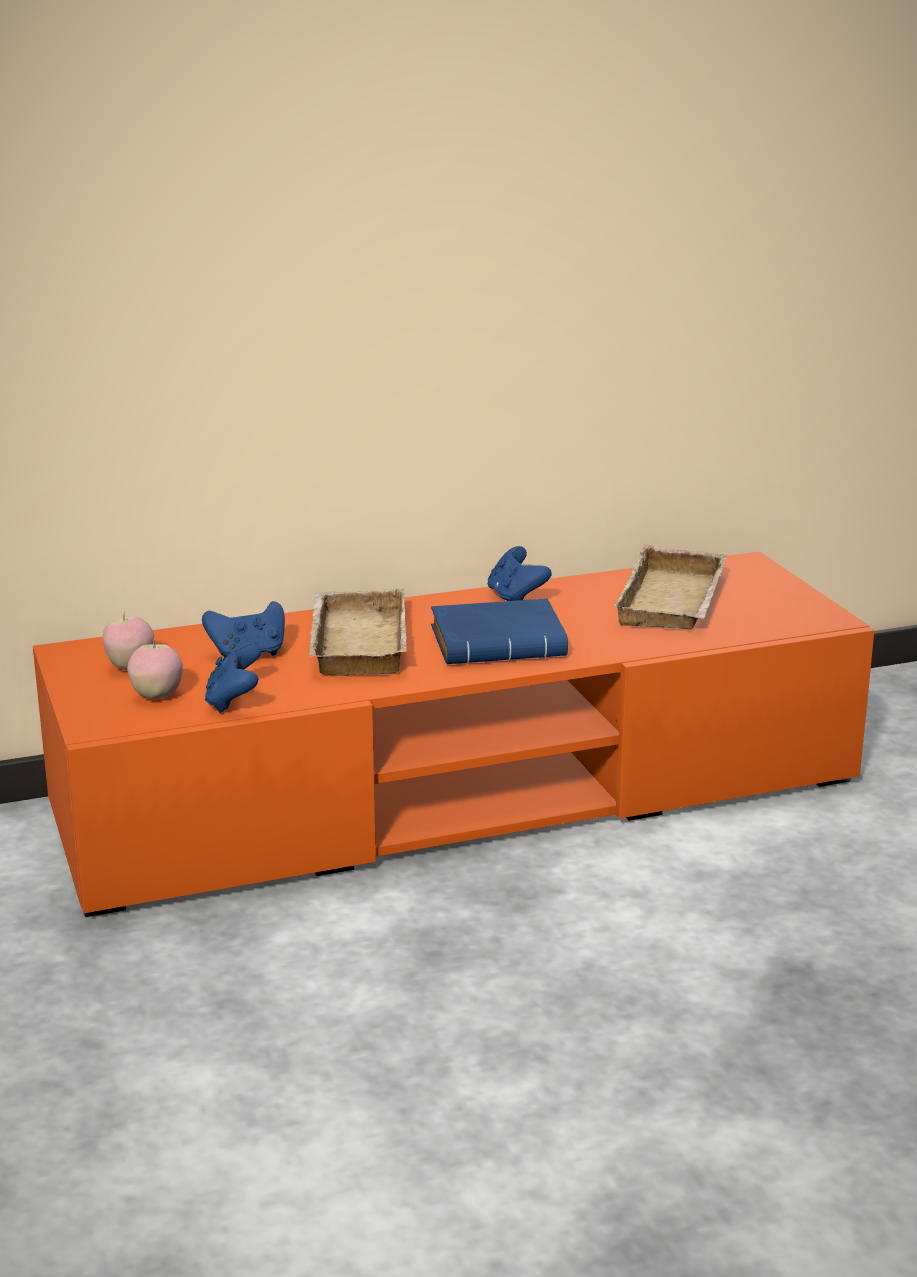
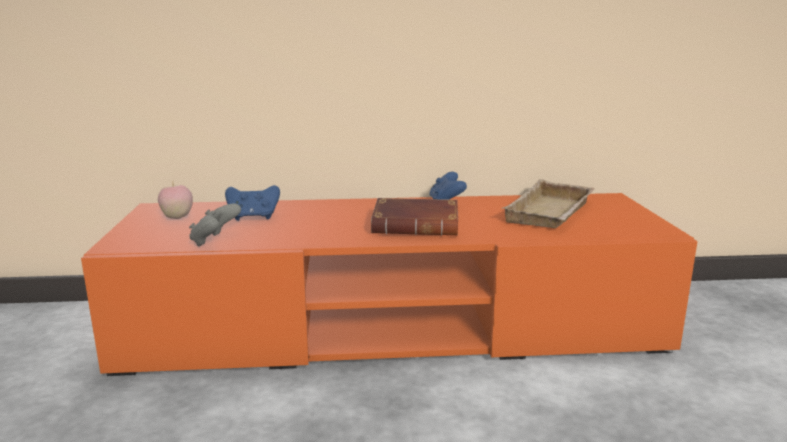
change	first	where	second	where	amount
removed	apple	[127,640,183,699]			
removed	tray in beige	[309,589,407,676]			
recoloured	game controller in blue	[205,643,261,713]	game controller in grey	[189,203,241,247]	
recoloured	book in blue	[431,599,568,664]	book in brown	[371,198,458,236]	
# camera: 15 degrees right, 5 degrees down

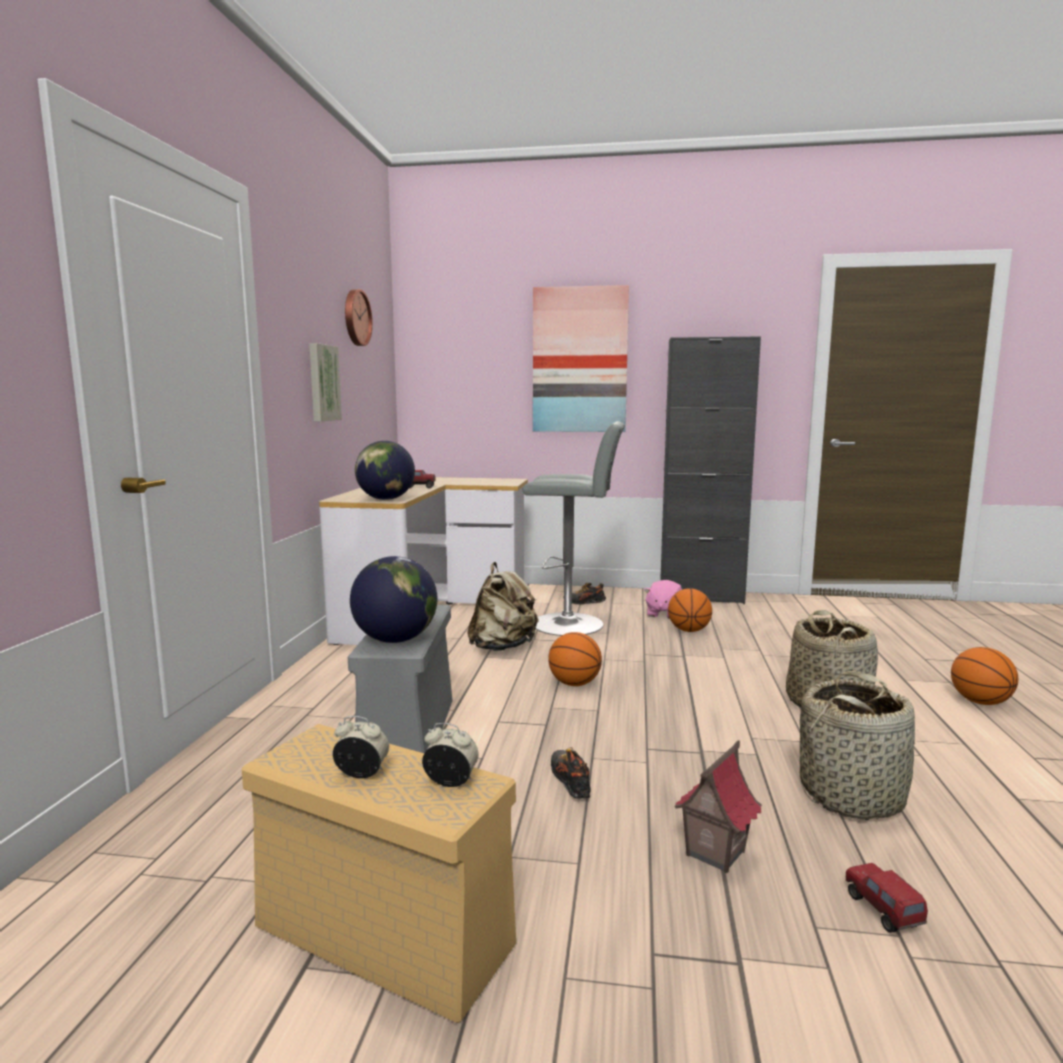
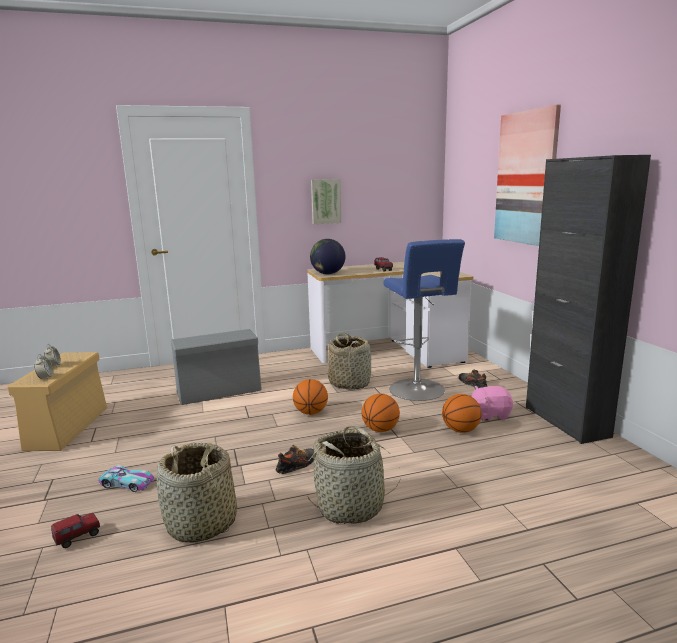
change	first	where	second	where	amount
removed	wall clock	[345,289,373,346]			
removed	globe	[350,556,437,643]			
moved	shoe	[551,747,591,799]		[275,445,314,474]	
moved	basketball	[951,647,1018,705]		[362,394,400,432]	
replaced	backpack in beige	[467,562,539,651]	basket	[328,333,371,390]	
replaced	toy house	[674,740,762,873]	toy car	[99,465,154,492]	
recoloured	stool in grey	[523,421,625,636]	stool in blue	[383,239,465,401]	
# camera: 65 degrees right, 5 degrees up

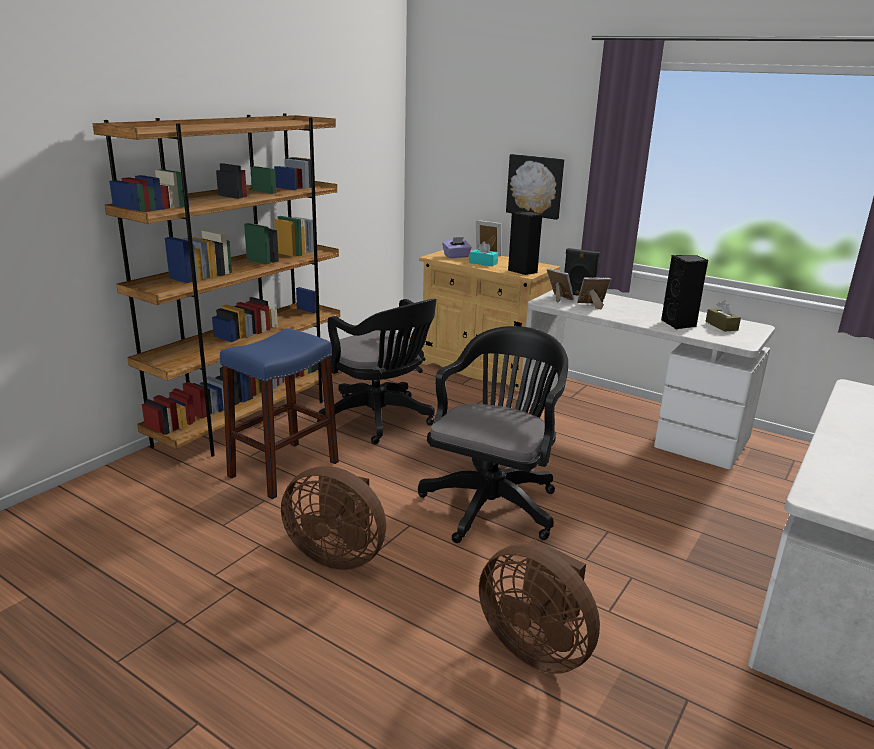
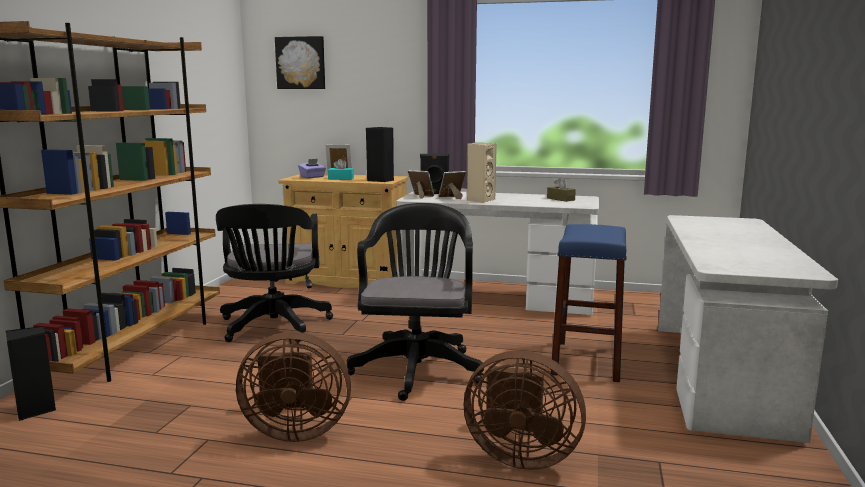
change	first	where	second	where	amount
added			speaker in beige	[467,143,497,203]	
moved	stool in blue	[220,328,339,499]		[551,224,627,382]	
moved	picture	[506,154,564,220]		[275,36,325,89]	
moved	speaker in black	[661,255,708,329]		[6,326,56,421]	
turned	office chair in black	[317,299,437,444]		[216,204,333,342]	60 degrees clockwise
# camera: 20 degrees left, 10 degrees down

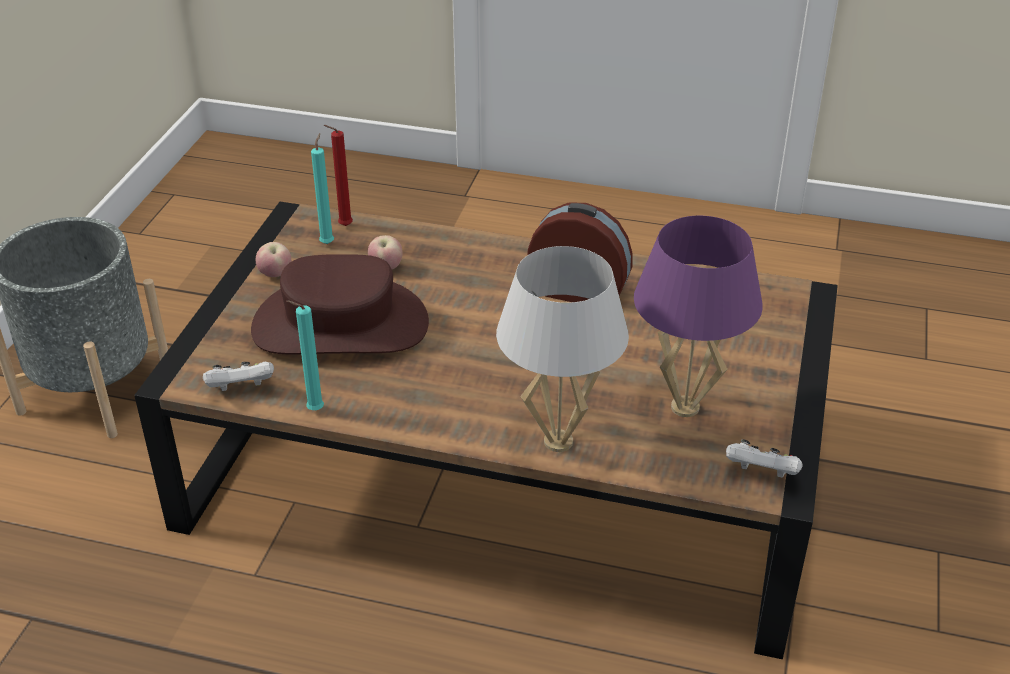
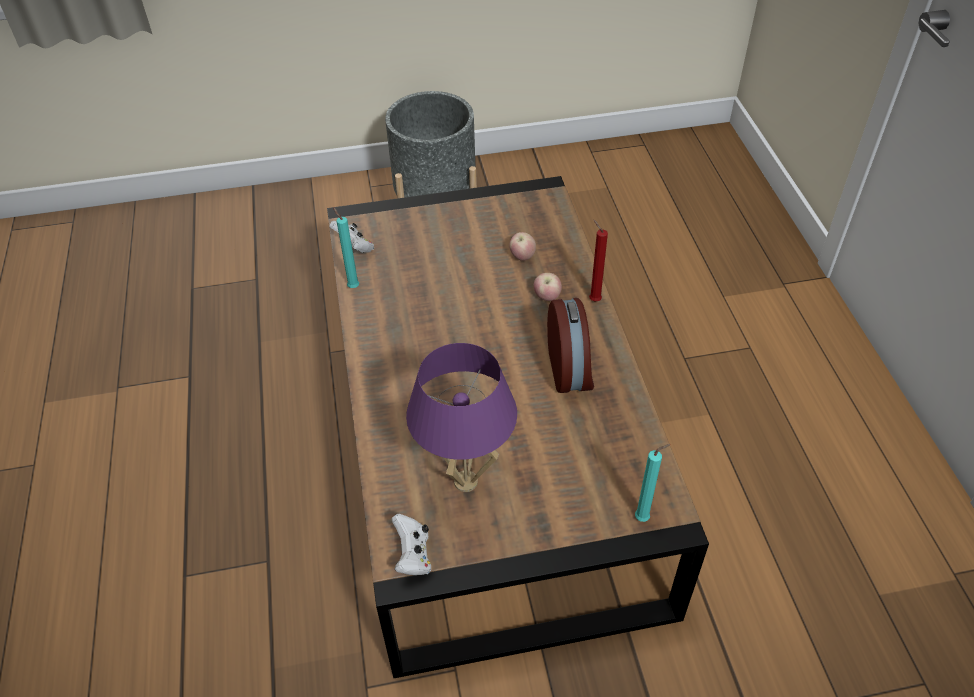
change	first	where	second	where	amount
removed	hat in brown	[251,254,429,354]			
removed	table lamp in white	[496,246,629,452]			
moved	apple	[256,242,291,277]		[534,273,562,301]	
moved	candle in turquoise	[311,133,334,244]		[635,444,670,522]	
moved	candle in red	[324,125,353,226]		[589,220,608,301]	
# camera: 65 degrees right, 10 degrees up

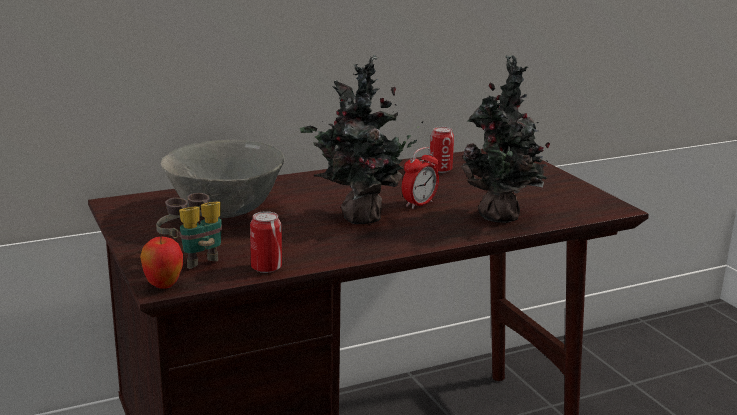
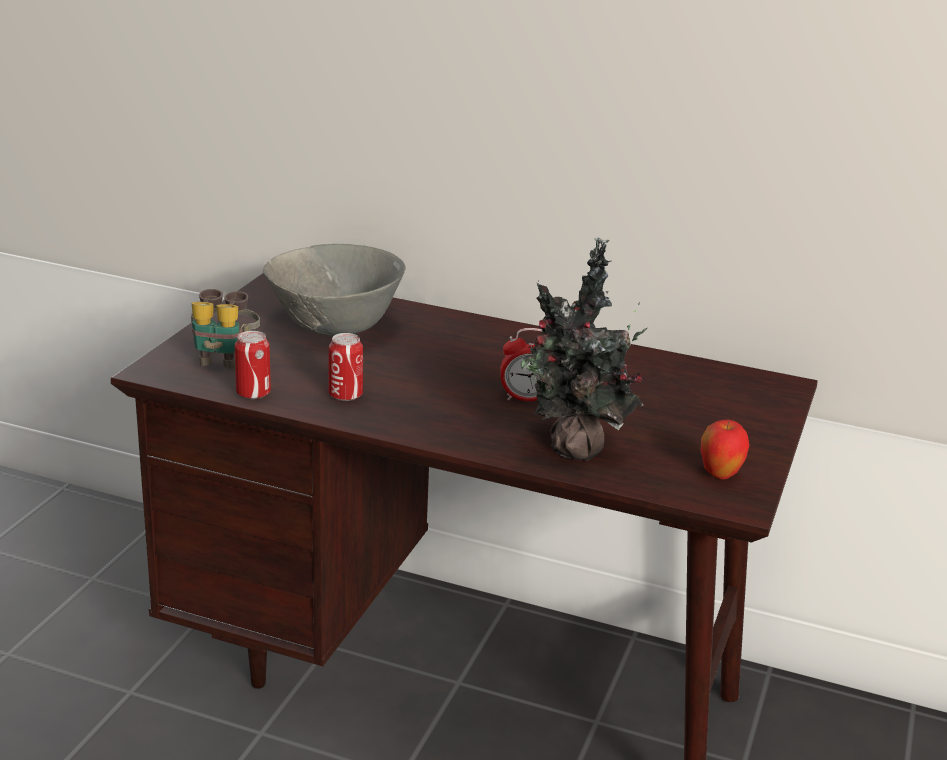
change	first	where	second	where	amount
removed	potted plant	[300,55,423,224]			
moved	apple	[140,237,183,289]		[700,419,749,479]	
moved	can	[430,127,454,173]		[328,333,363,401]	
# camera: 45 degrees right, 5 degrees up

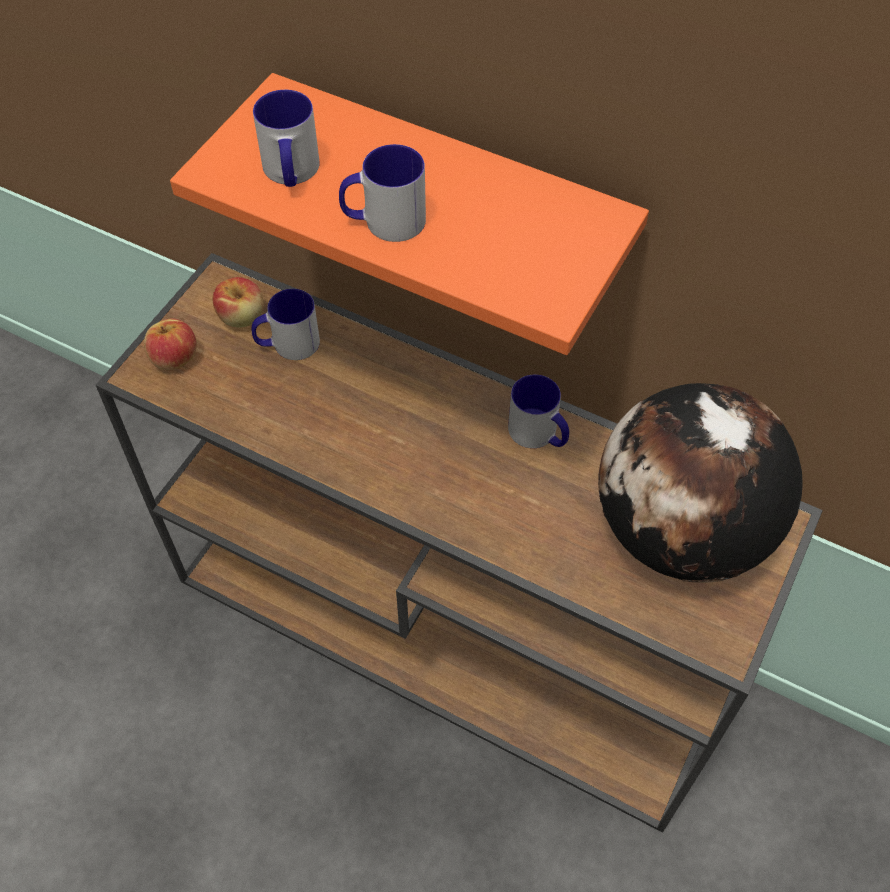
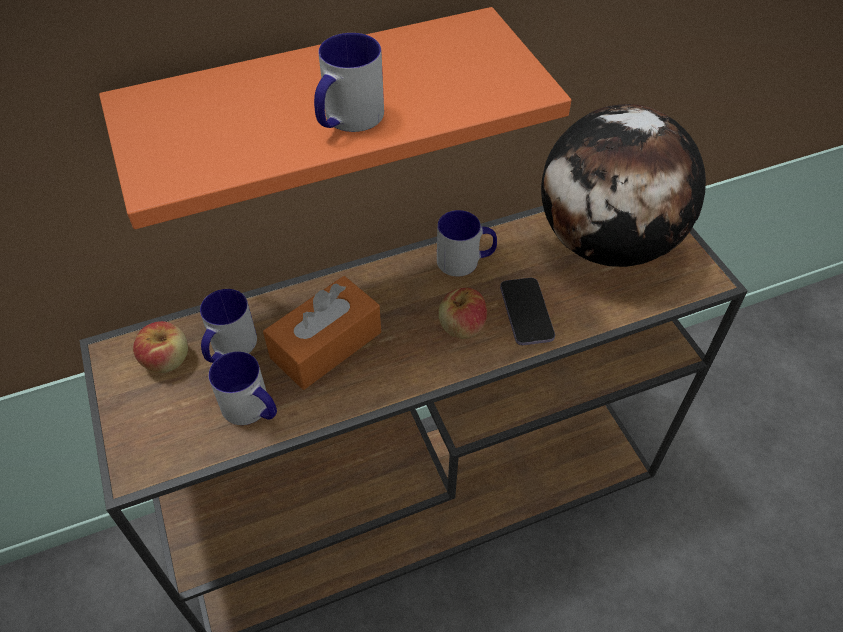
change	first	where	second	where	amount
added			tissue box in orange	[263,276,381,390]	
added			phone	[500,278,555,345]	
moved	apple	[144,319,197,370]		[439,288,487,339]	
moved	mug	[253,90,320,187]		[209,351,277,425]	
# camera: 50 degrees left, 5 degrees down

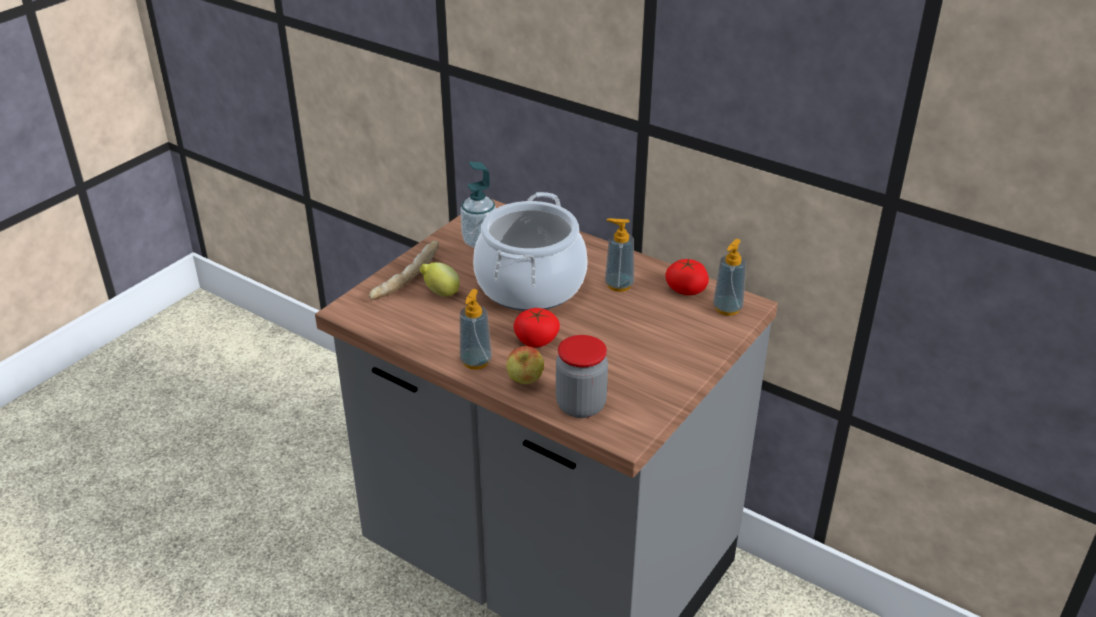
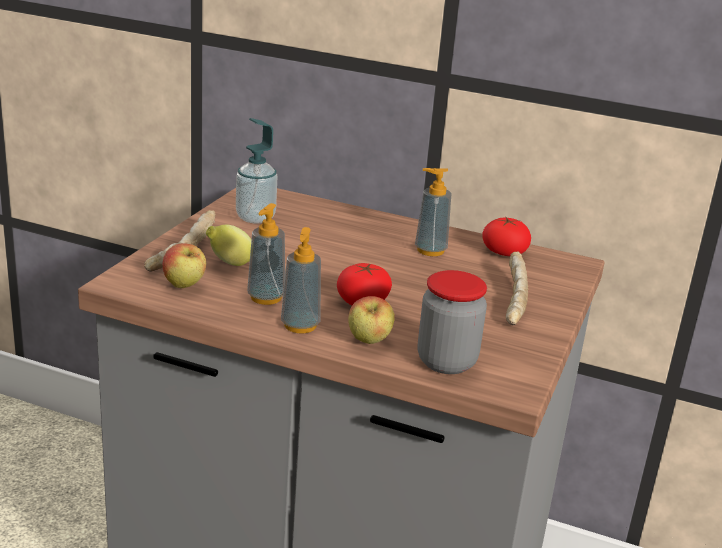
change	first	where	second	where	amount
removed	cooking pot	[473,192,588,311]			
added			apple	[162,244,206,288]	
added			bread	[506,251,528,325]	
moved	soap dispenser	[713,239,746,316]		[247,203,285,305]	
# camera: 15 degrees left, 10 degrees down

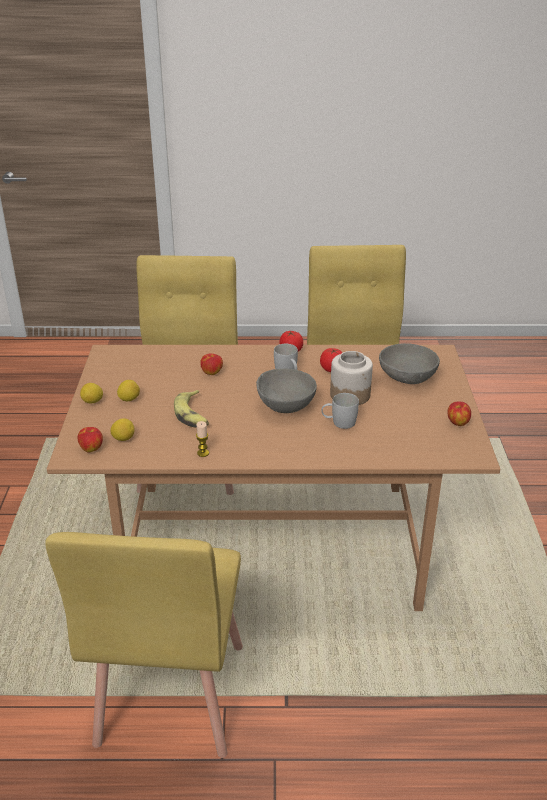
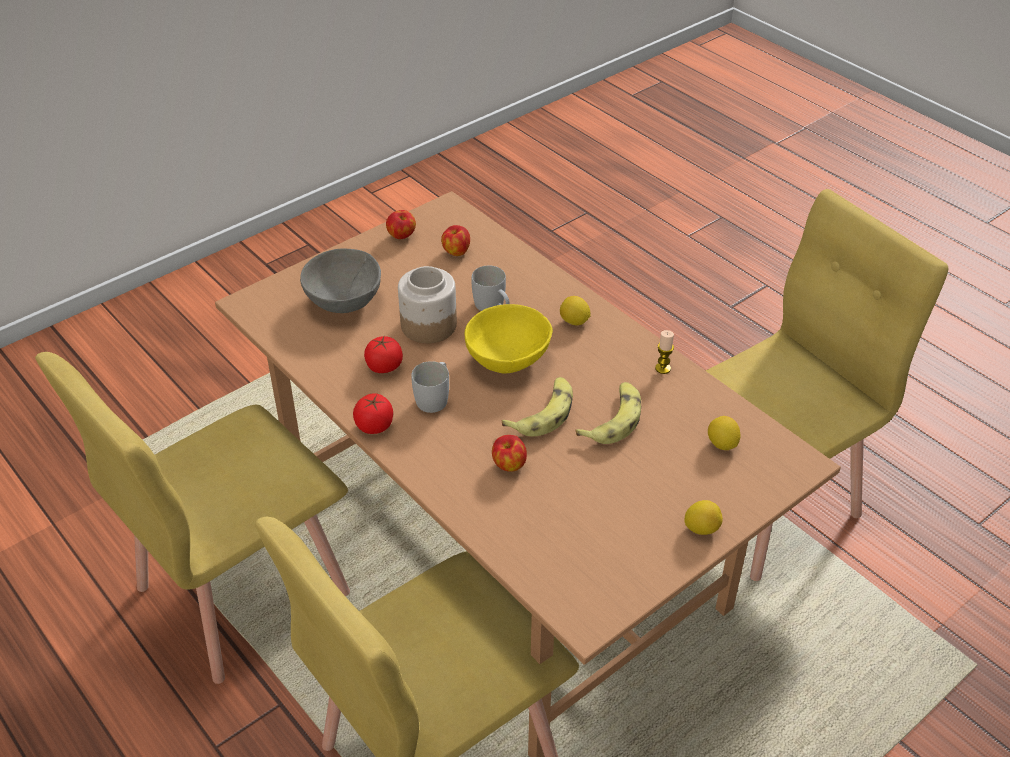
change	first	where	second	where	amount
added			banana	[502,377,573,437]	
moved	apple	[77,427,103,452]		[441,225,470,256]	
moved	lemon	[117,380,140,401]		[560,296,591,325]	
recoloured	bowl in grey	[256,369,317,413]	bowl in yellow	[464,304,553,374]	
# camera: 130 degrees left, 10 degrees up

